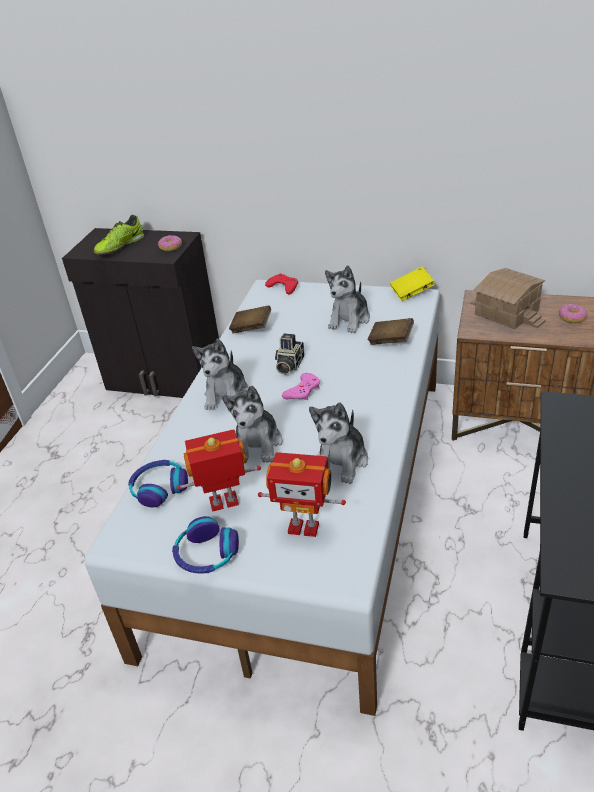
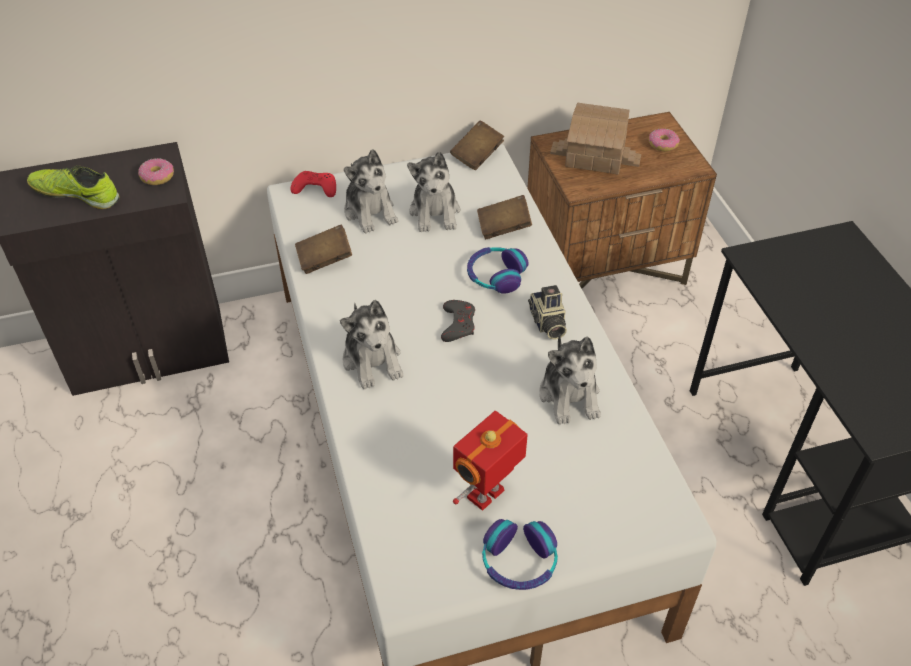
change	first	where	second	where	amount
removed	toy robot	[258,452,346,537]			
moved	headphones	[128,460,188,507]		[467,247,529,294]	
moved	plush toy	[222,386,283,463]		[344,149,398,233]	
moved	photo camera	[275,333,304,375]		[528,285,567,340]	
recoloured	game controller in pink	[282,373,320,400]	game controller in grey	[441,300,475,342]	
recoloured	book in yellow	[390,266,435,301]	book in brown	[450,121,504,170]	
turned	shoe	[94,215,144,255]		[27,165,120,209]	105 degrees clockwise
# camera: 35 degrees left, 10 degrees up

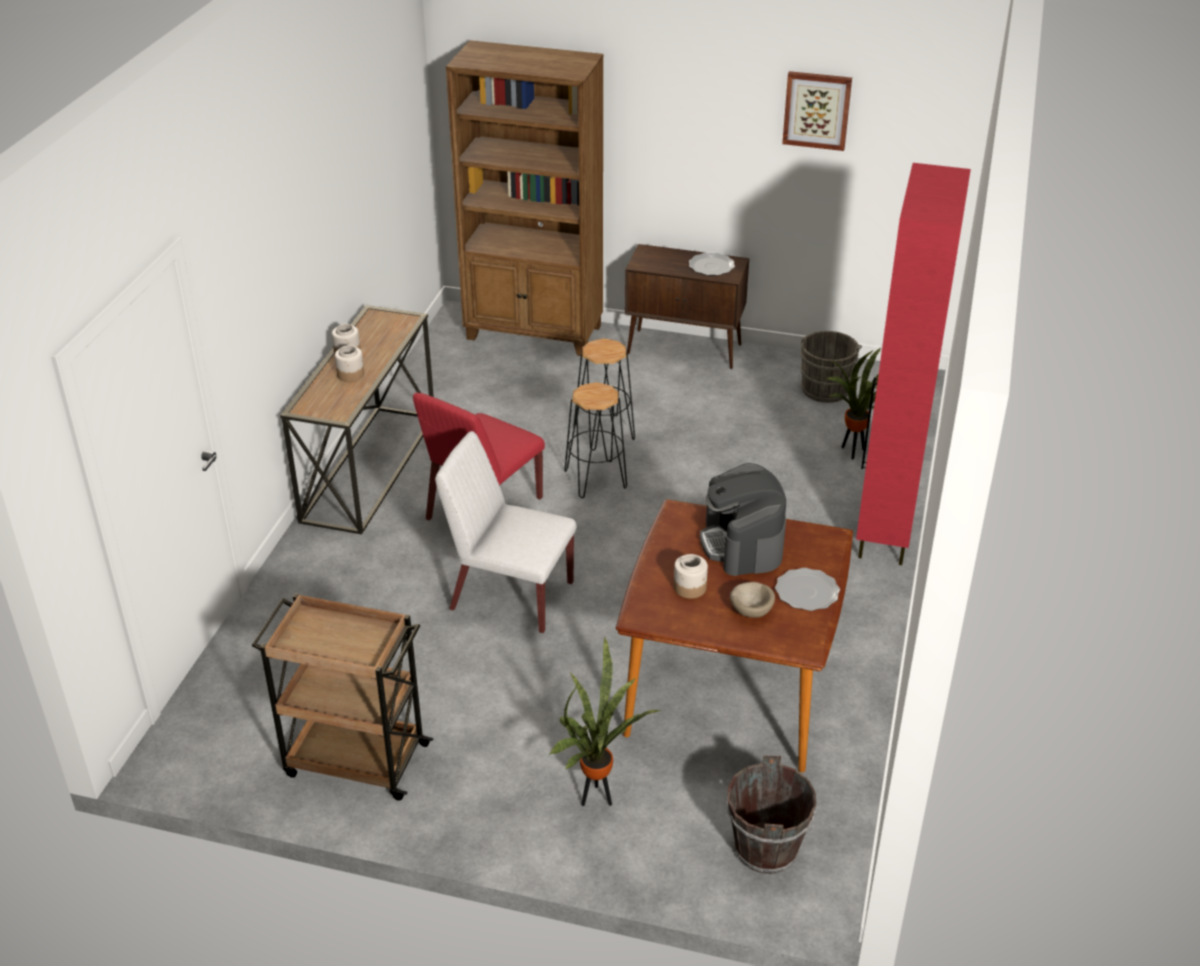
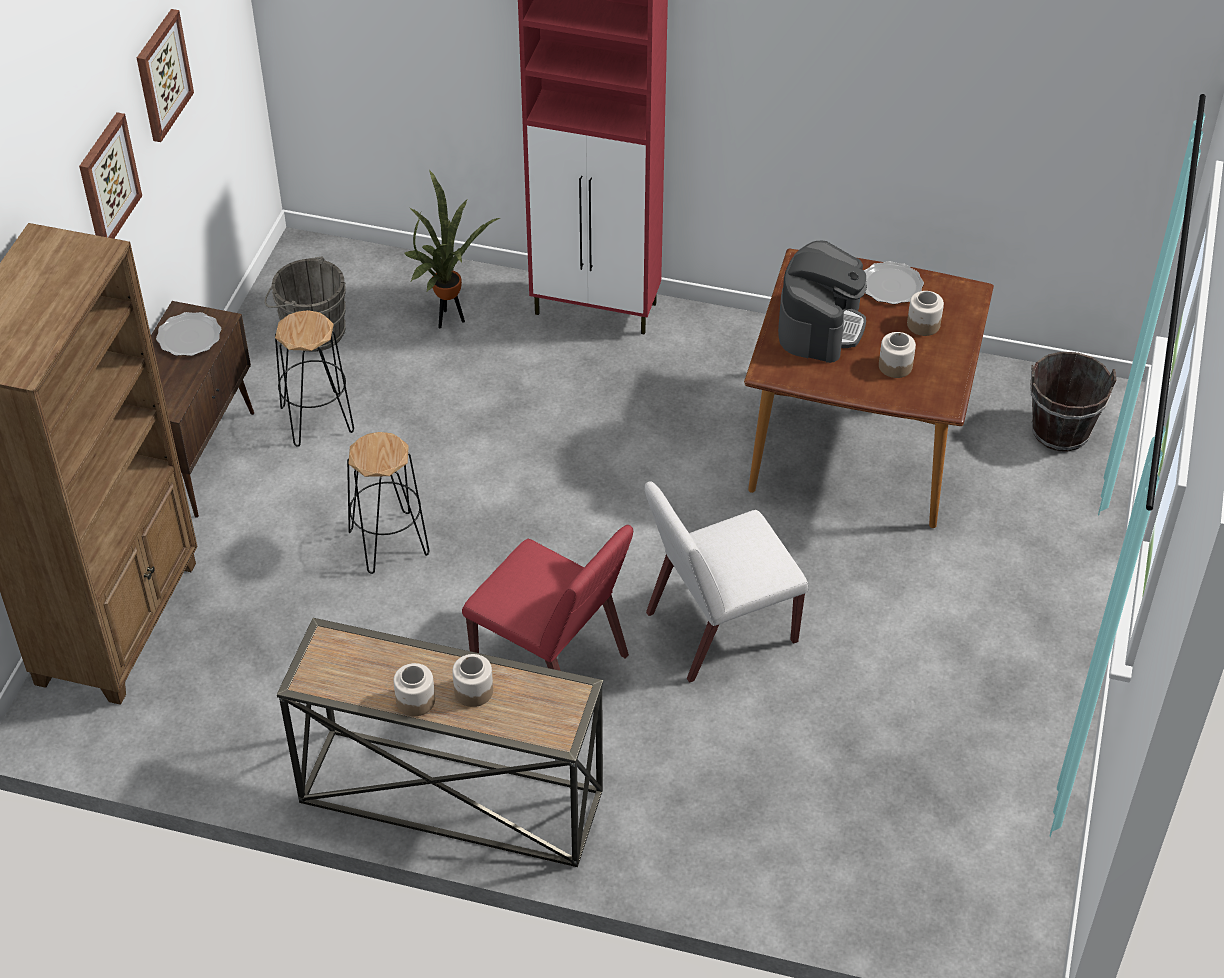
change	first	where	second	where	amount
removed	cart in brown	[252,593,433,801]			
removed	potted plant	[548,635,660,806]			
added			picture	[79,112,142,239]	
moved	stool in black	[564,382,627,498]		[275,310,354,447]	
replaced	bowl in beige	[730,582,775,618]	jar	[907,291,944,336]	
turned	chair in white	[435,431,576,633]		[644,481,809,683]	45 degrees clockwise
turned	coffee machine	[700,463,786,576]		[778,240,867,363]	60 degrees counterclockwise
# camera: 90 degrees left, 10 degrees up

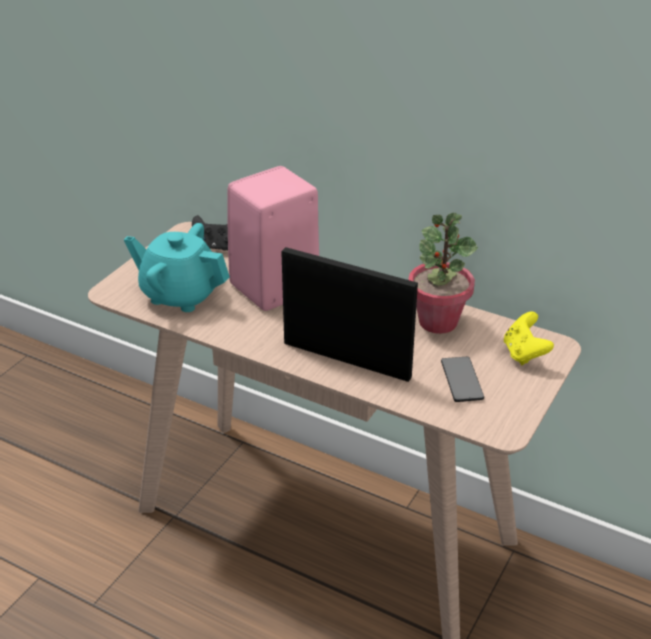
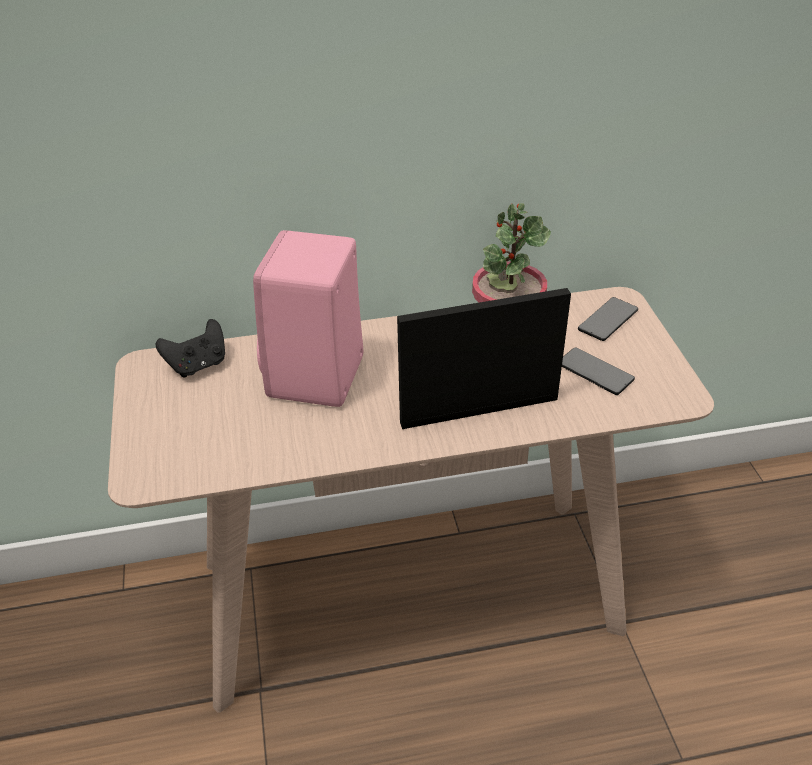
change	first	where	second	where	amount
removed	teapot in turquoise	[124,223,230,312]			
replaced	game controller in yellow	[504,312,554,365]	phone	[578,297,638,341]	
# camera: 40 degrees left, 5 degrees up

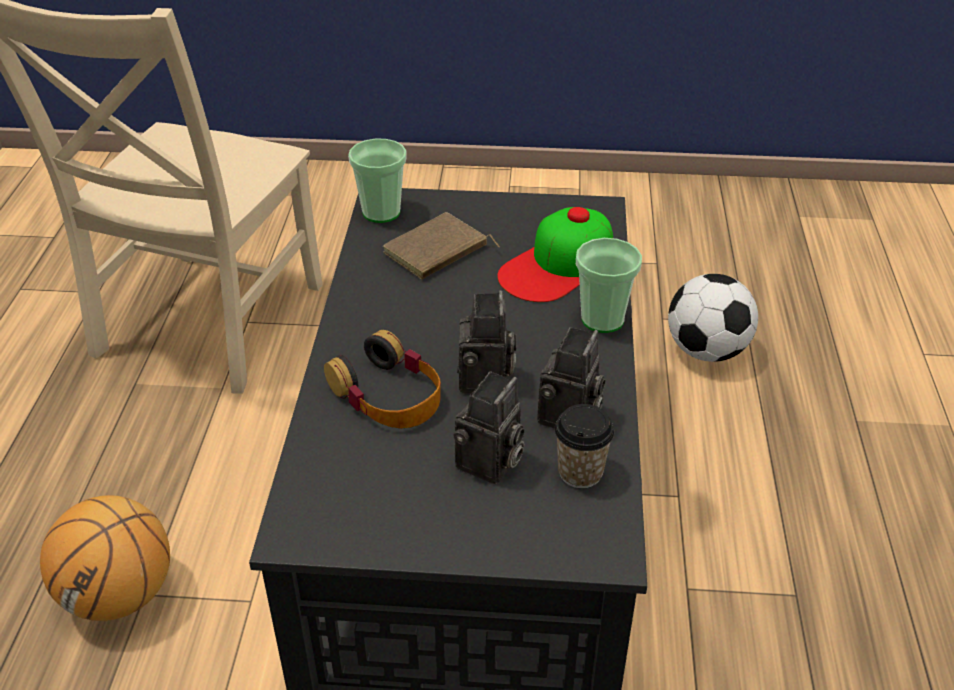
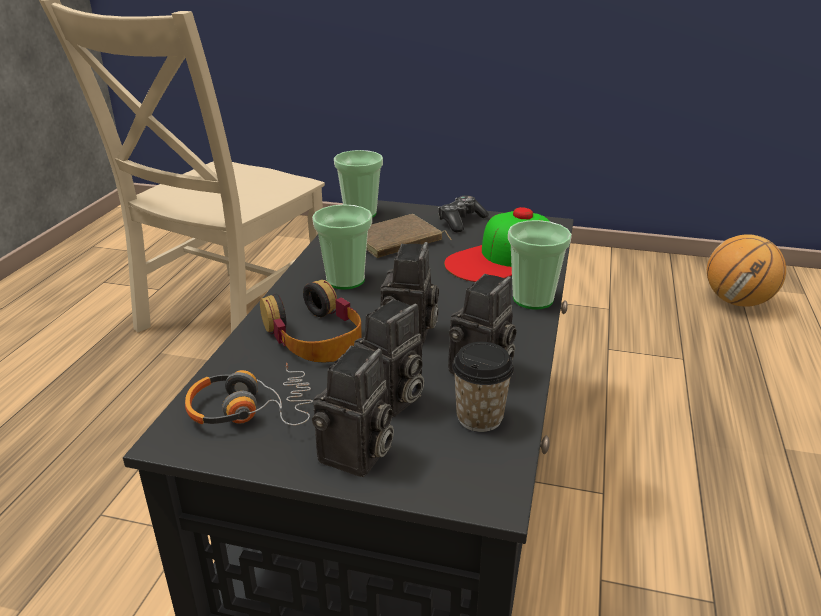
change	first	where	second	where	amount
removed	football	[668,274,758,362]			
added			headphones	[185,363,313,425]	
added			cup	[312,204,372,289]	
added			photo camera	[312,346,394,477]	
added			game controller	[438,195,489,232]	
moved	basketball	[40,495,170,621]		[707,234,786,307]	
# camera: 10 degrees right, 10 degrees down

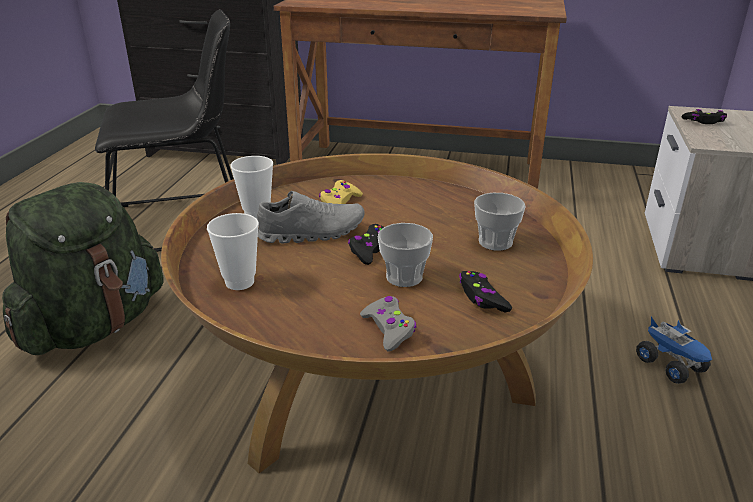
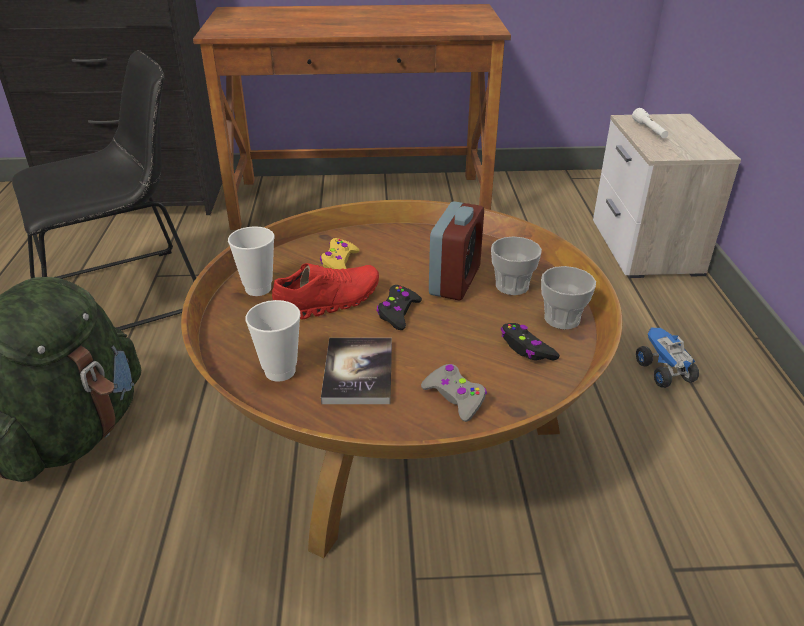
change	first	where	second	where	amount
added			book	[321,338,392,404]	
added			alarm clock	[429,201,484,301]	
moved	cup	[378,223,433,287]		[541,266,596,329]	
replaced	game controller in black	[682,109,727,124]	flashlight in white	[632,108,668,138]	
recoloured	shoe in grey	[257,191,364,243]	shoe in red	[272,263,379,320]	
turned	toy truck	[636,317,712,384]		[636,328,699,388]	150 degrees counterclockwise
# camera: 15 degrees left, 5 degrees up

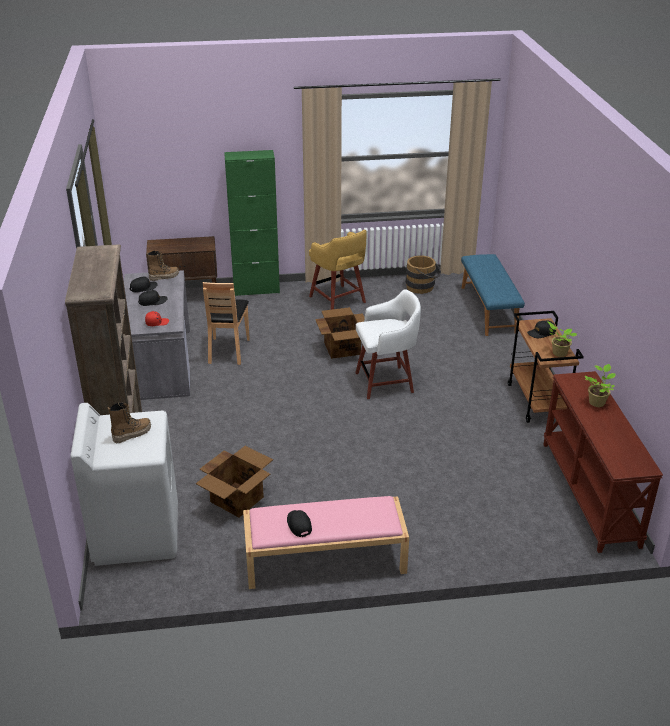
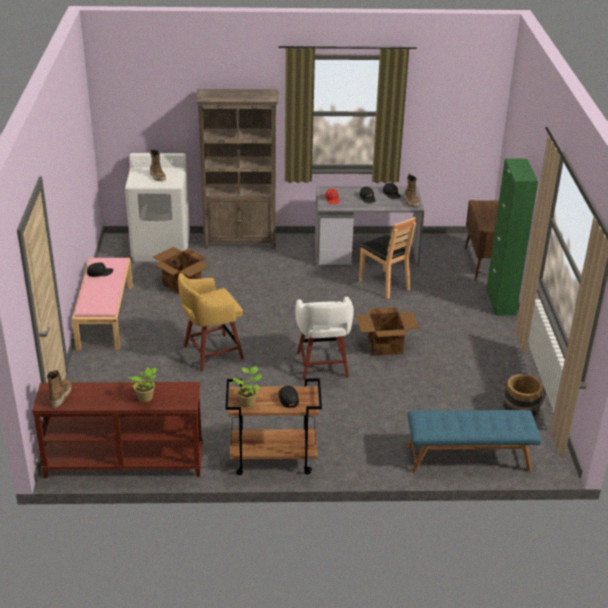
change	first	where	second	where	amount
added			boot	[47,370,72,408]	
moved	stool in yellow	[309,230,367,310]		[178,273,244,371]	
turned	chair in brown	[203,282,250,365]		[359,217,416,299]	135 degrees counterclockwise
# camera: 95 degrees right, 0 degrees up

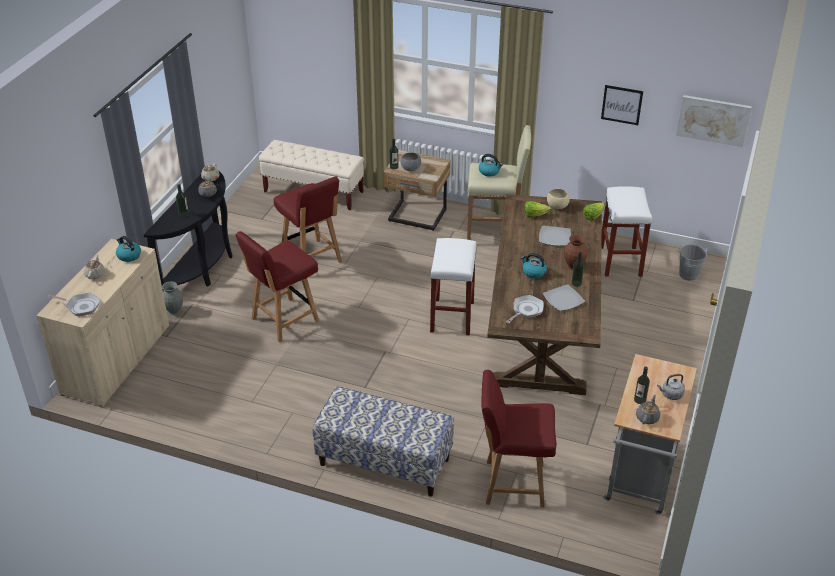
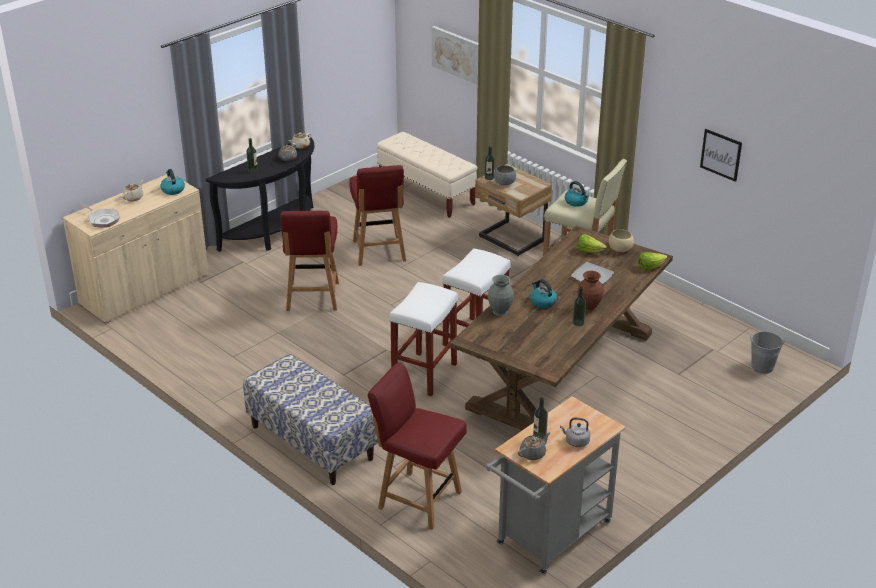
change	first	where	second	where	amount
removed	frying pan	[506,295,544,323]			
removed	plate	[543,284,585,311]			
moved	vase in grey	[162,281,183,315]		[488,274,514,316]	
moved	stool in white	[601,186,652,277]		[389,282,458,397]	
moved	picture	[676,95,752,147]		[432,26,478,85]	
turned	chair in red	[235,231,319,343]		[280,211,339,311]	75 degrees counterclockwise
# camera: 25 degrees right, 5 degrees down

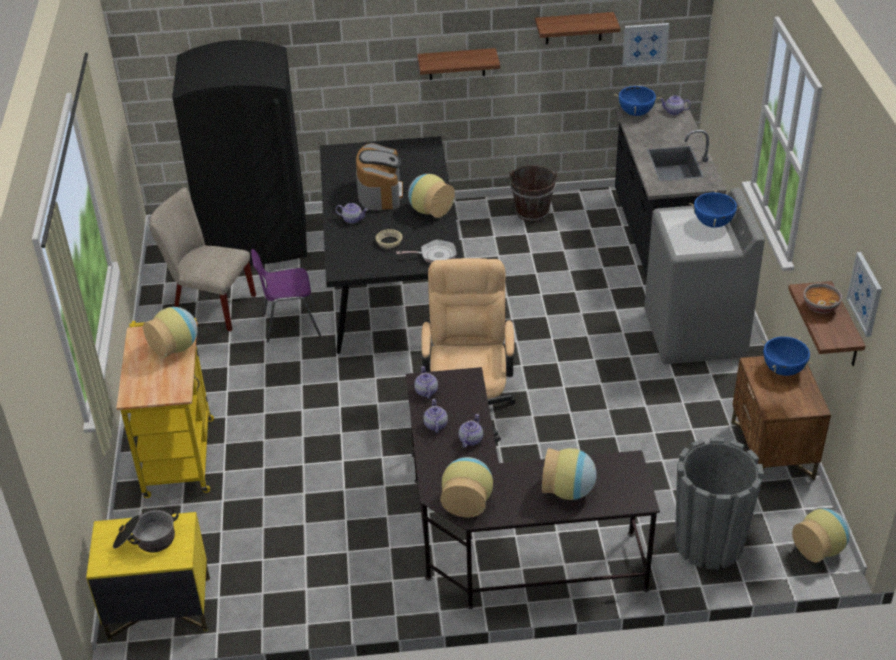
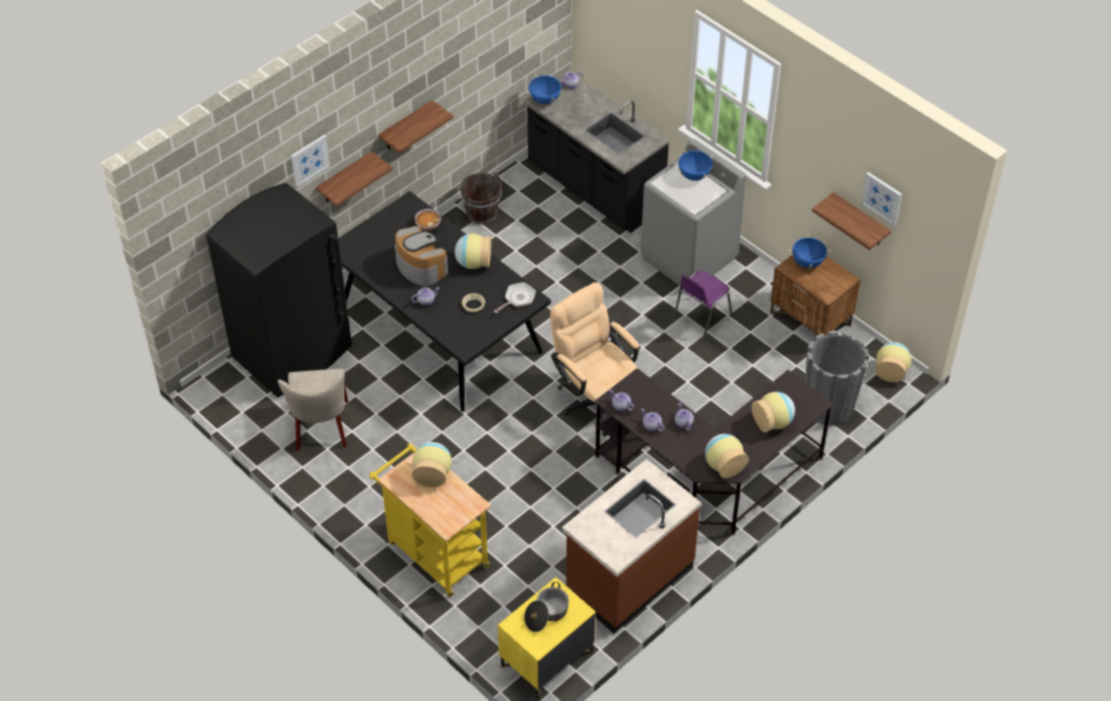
change	first	where	second	where	amount
added			counter in brown	[562,459,701,633]	
moved	chair in purple	[251,249,321,342]		[672,271,733,341]	
moved	shelf	[535,12,621,45]		[316,151,393,206]	
moved	picture	[622,23,669,67]		[291,135,330,187]	
moved	bowl	[803,283,842,313]		[415,209,441,231]	
turned	chair in beige	[149,187,256,331]		[278,369,348,451]	75 degrees counterclockwise
# camera: 40 degrees left, 10 degrees up

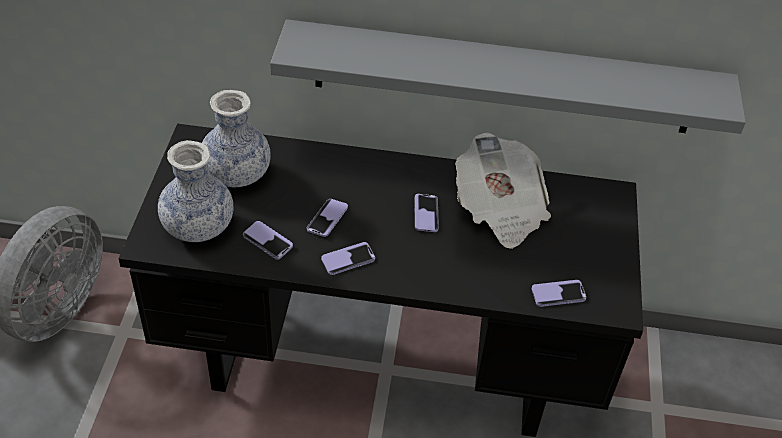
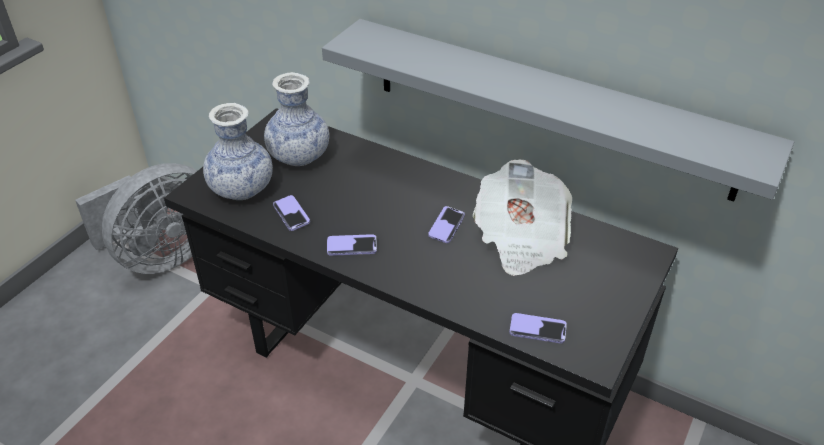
change	first	where	second	where	amount
removed	phone	[307,199,348,237]			
# camera: 25 degrees right, 5 degrees down

